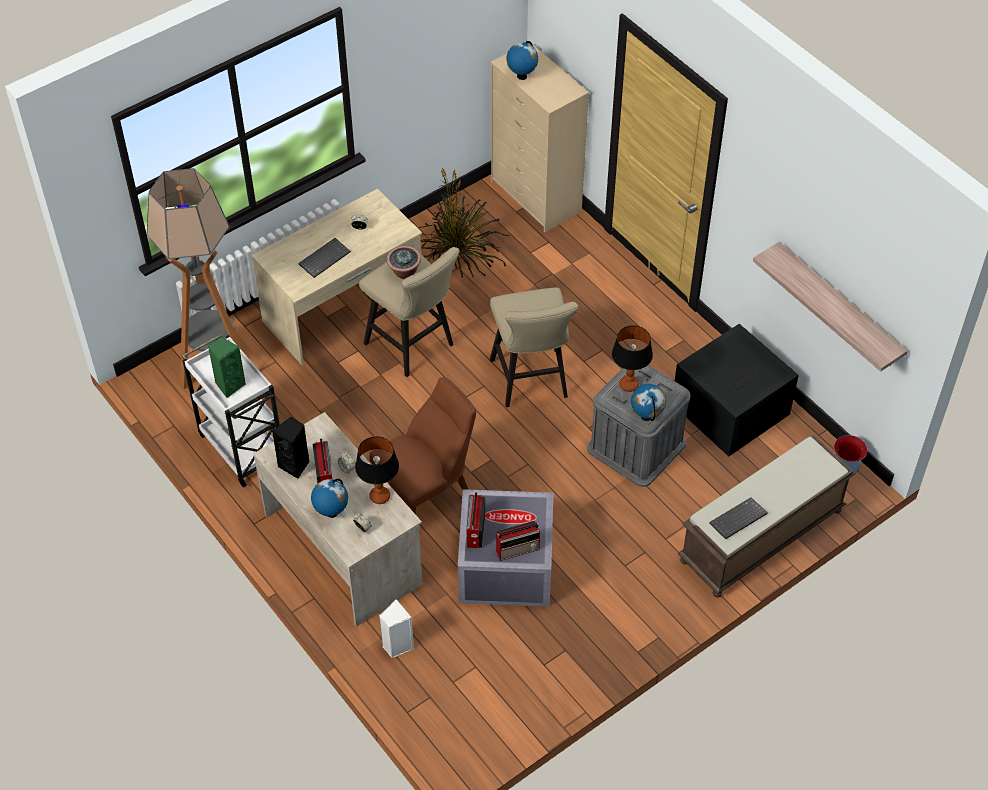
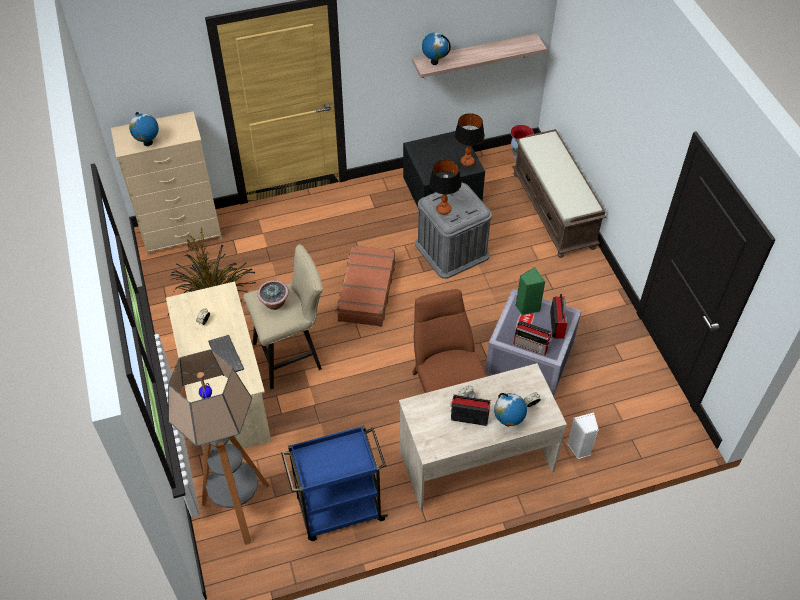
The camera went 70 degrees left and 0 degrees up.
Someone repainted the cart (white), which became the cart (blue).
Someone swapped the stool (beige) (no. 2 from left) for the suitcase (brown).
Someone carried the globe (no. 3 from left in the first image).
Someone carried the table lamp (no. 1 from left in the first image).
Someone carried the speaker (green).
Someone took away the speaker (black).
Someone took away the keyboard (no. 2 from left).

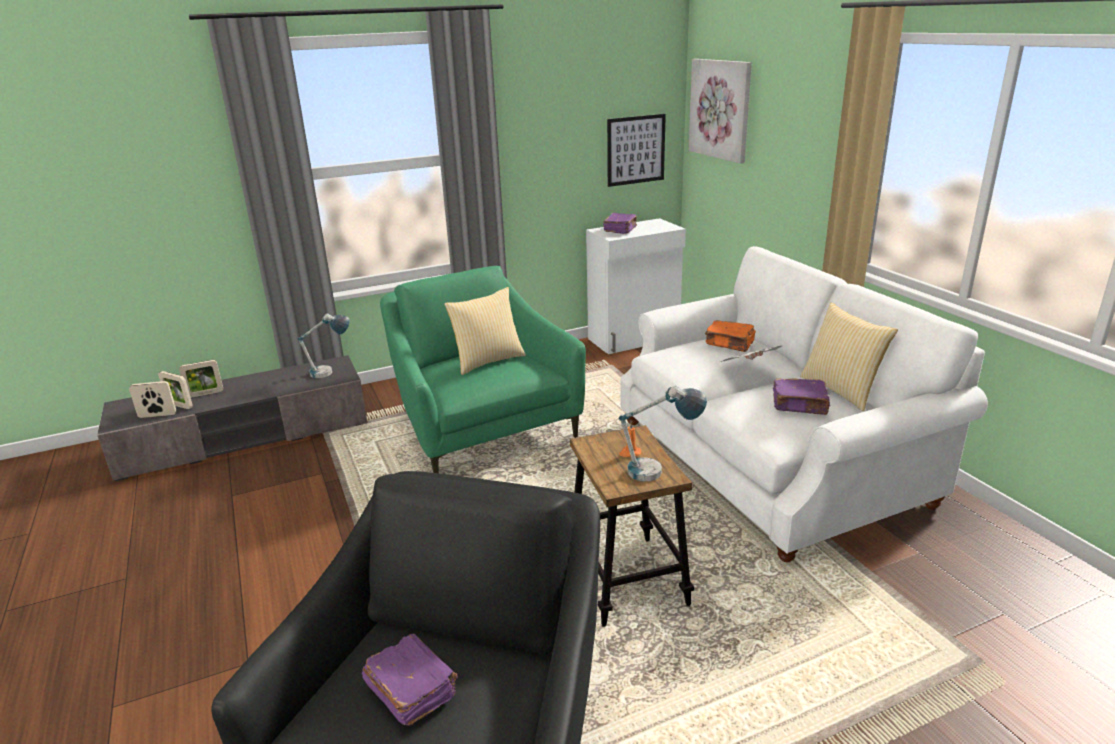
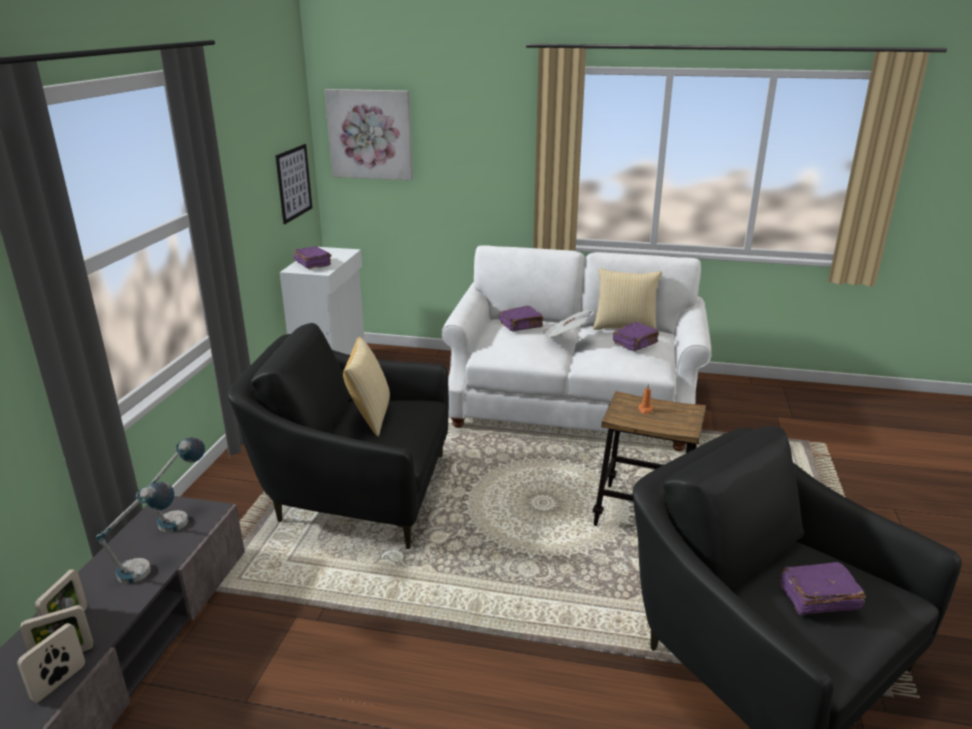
The camera went 55 degrees left and 0 degrees up.
Someone carried the table lamp (no. 2 from left in the first image).
Someone repainted the armchair (green), which became the armchair (black) (no. 1 from left).
Someone repainted the book (orange), which became the book (purple) (no. 2 from left).

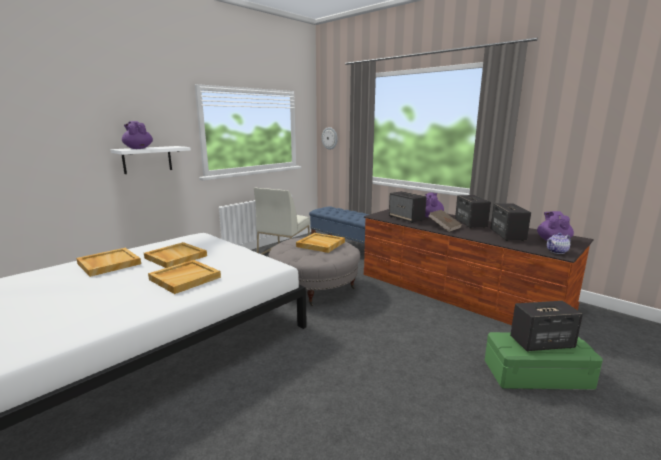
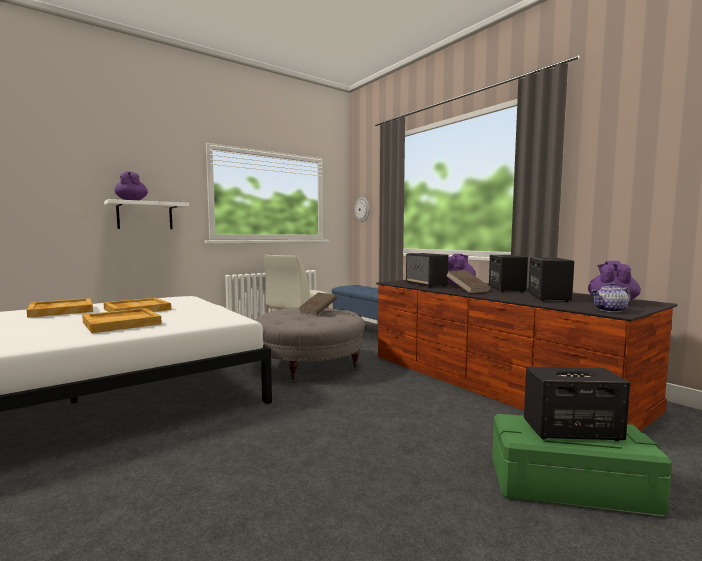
The camera went 10 degrees right and 10 degrees down.
Someone swapped the tray (beige) (no. 4 from left) for the book (brown) (no. 1 from left).

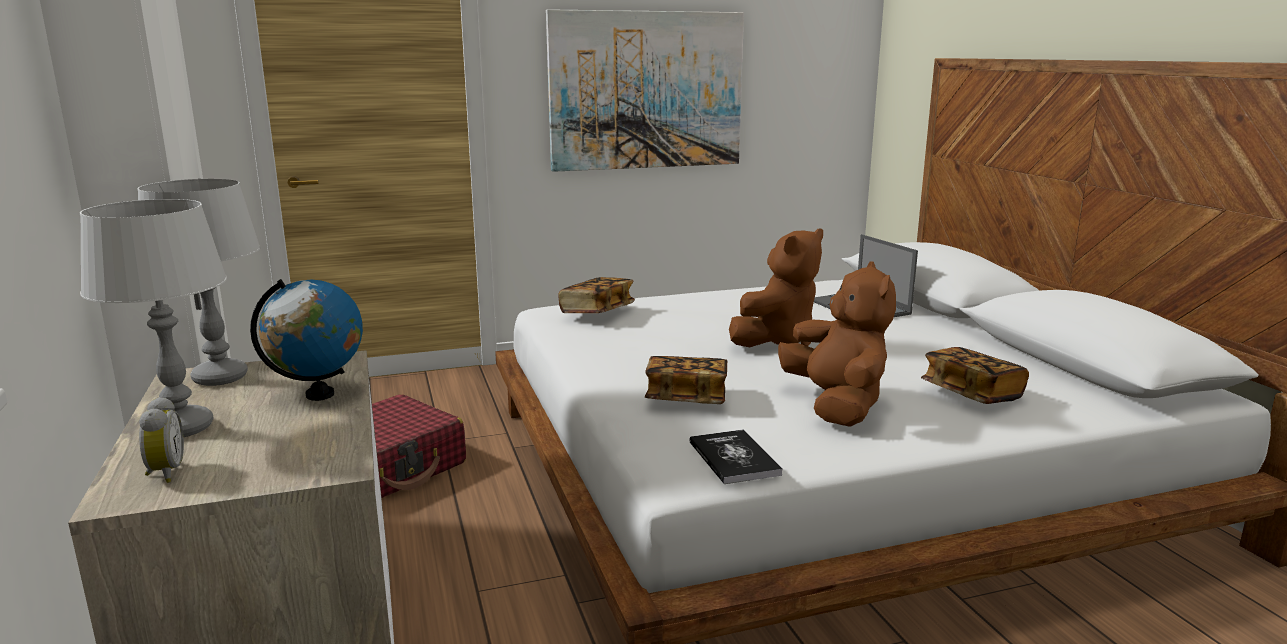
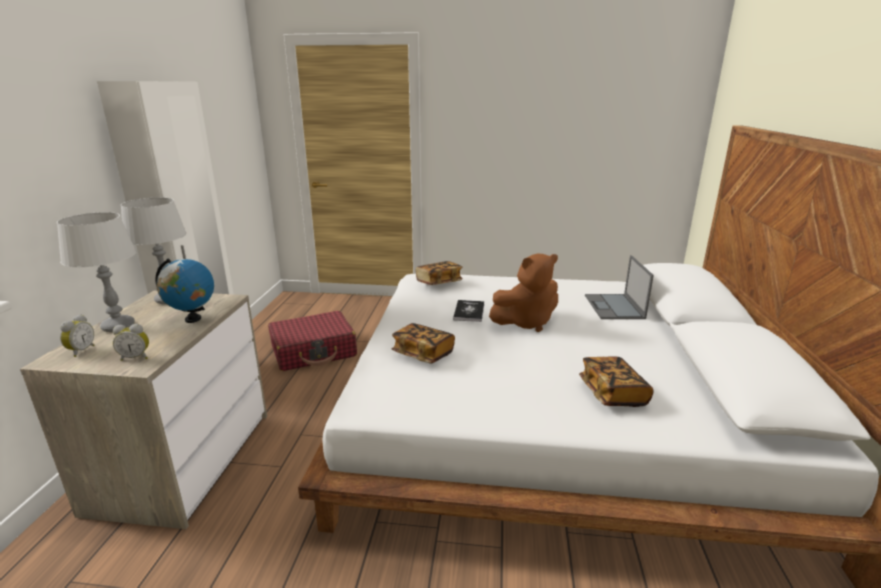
The camera went 25 degrees right and 5 degrees up.
Someone put down the alarm clock (no. 2 from left).
Someone carried the book (no. 3 from left).
Someone took away the picture.
Someone took away the plush toy (brown) (no. 2 from left).

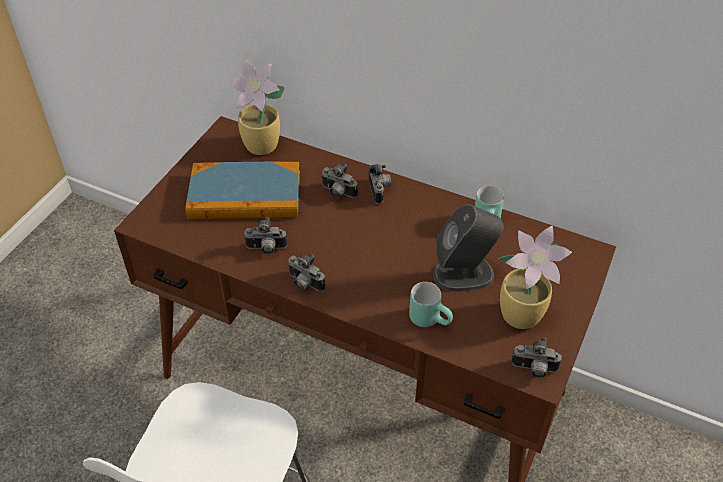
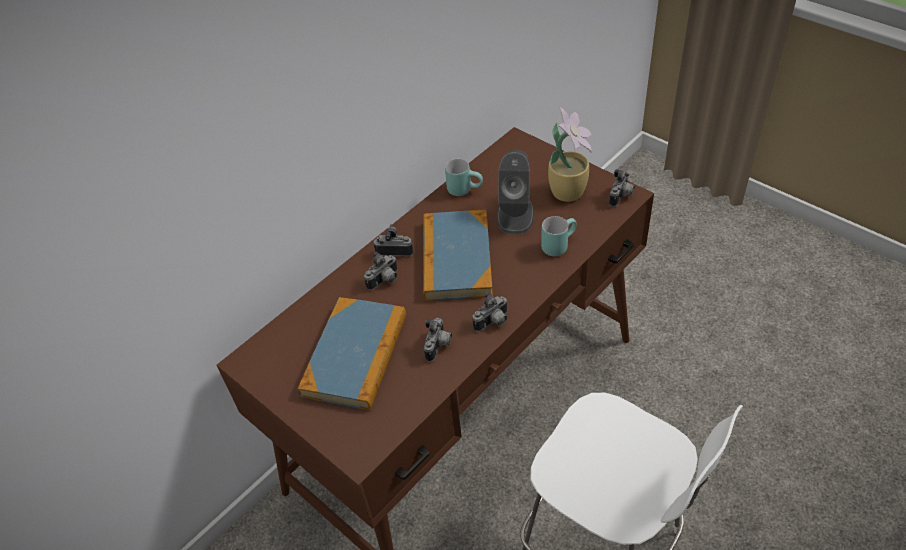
The camera went 70 degrees left and 0 degrees up.
Someone put down the book (no. 2 from left).
Someone took away the potted plant (no. 1 from left).

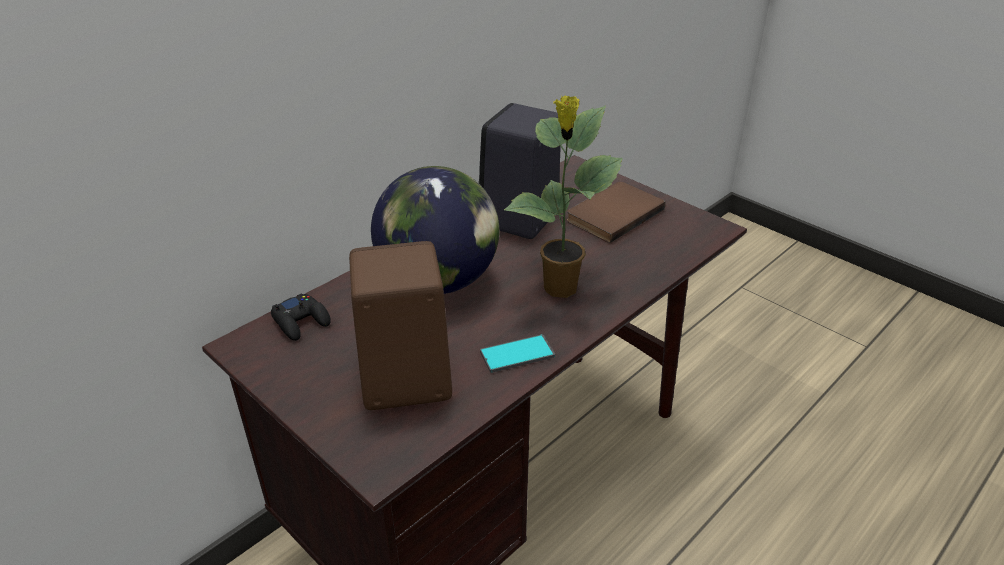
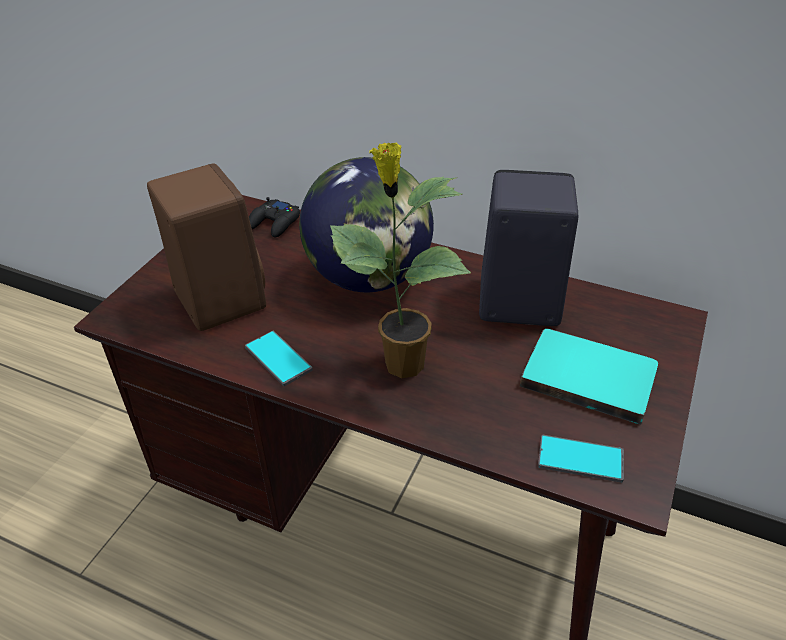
The camera went 70 degrees right and 5 degrees up.
Someone repainted the book (brown), which became the book (turquoise).
Someone put down the phone (no. 2 from left).

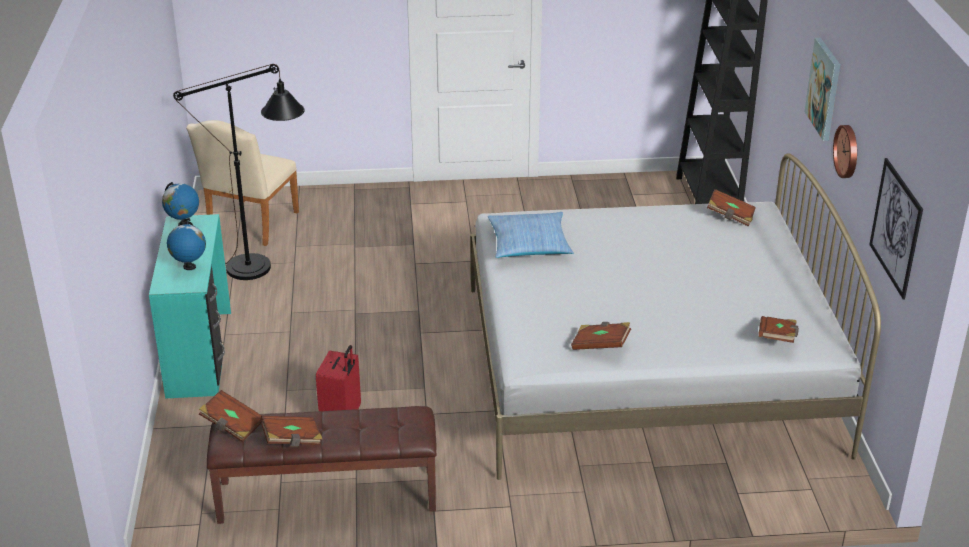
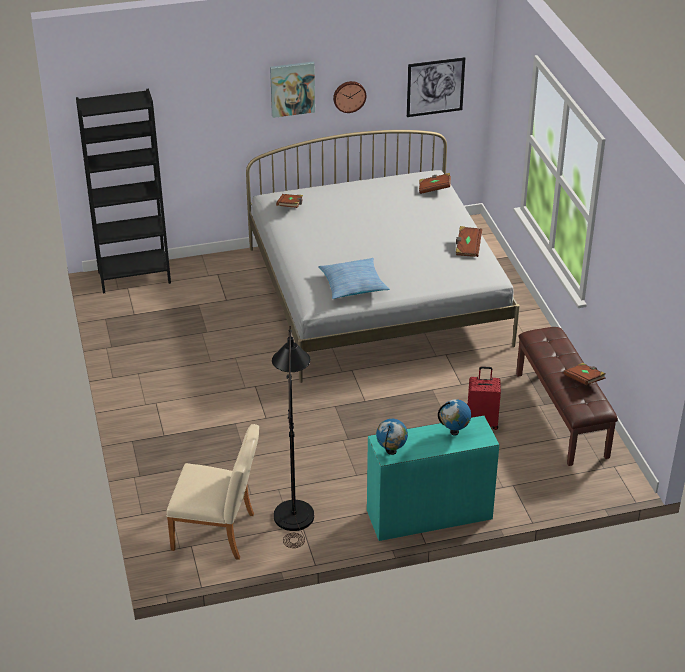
The camera went 100 degrees left and 5 degrees up.
Someone took away the book (brown) (no. 1 from left).

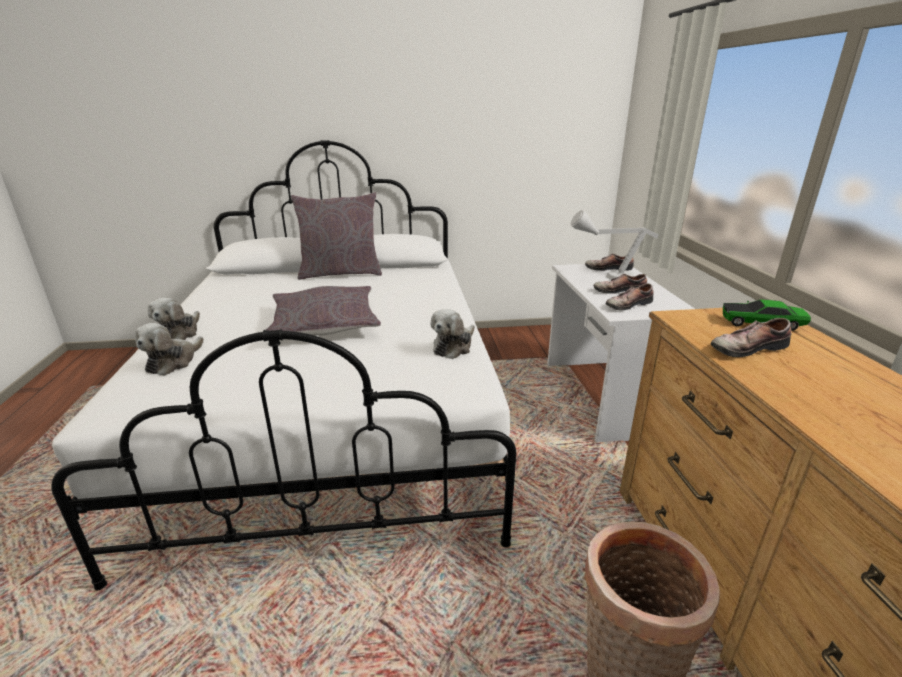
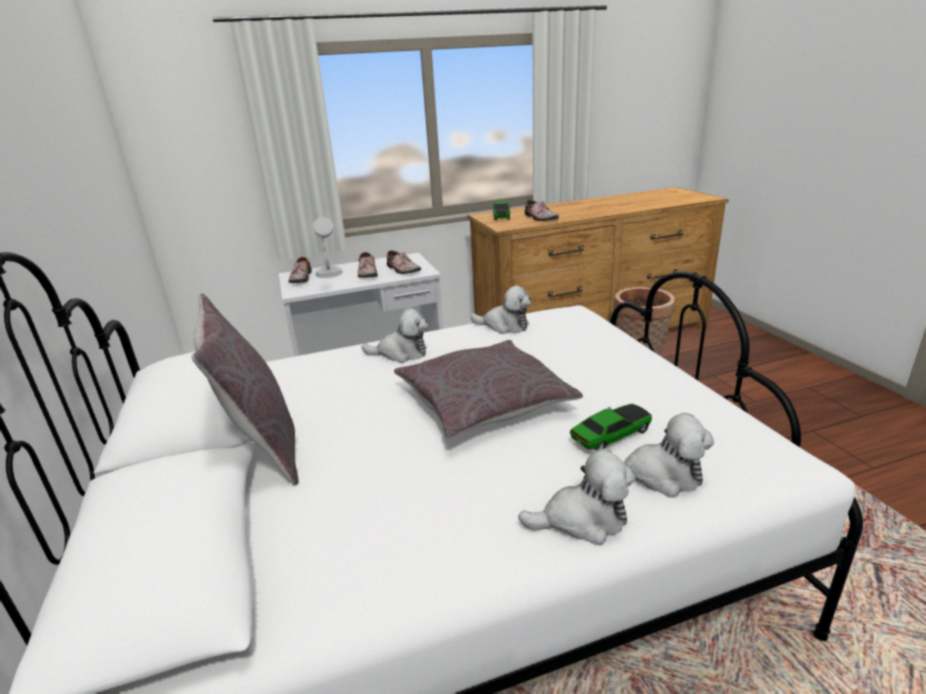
The camera went 100 degrees left and 0 degrees up.
Someone put down the plush toy (no. 1 from left).
Someone put down the toy car (no. 2 from left).

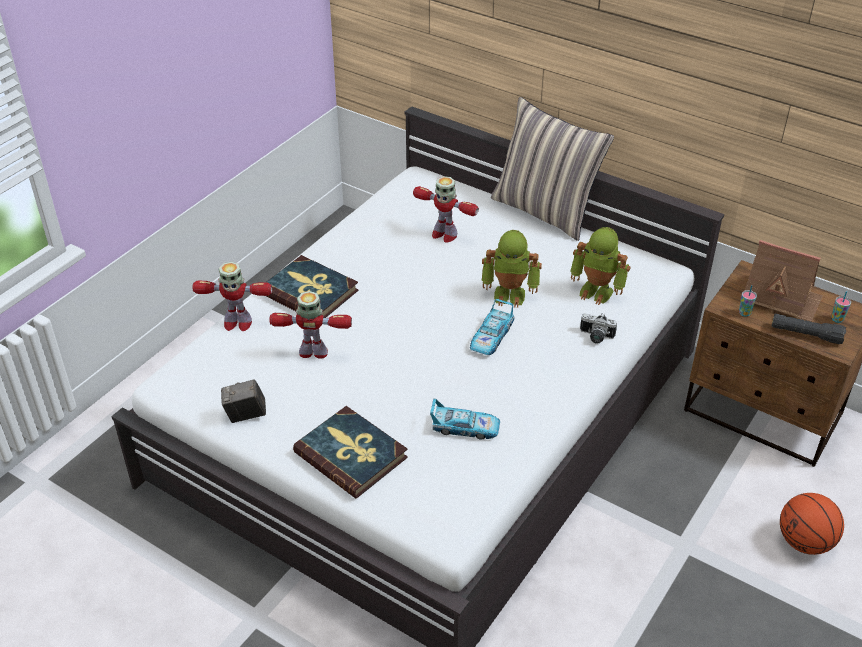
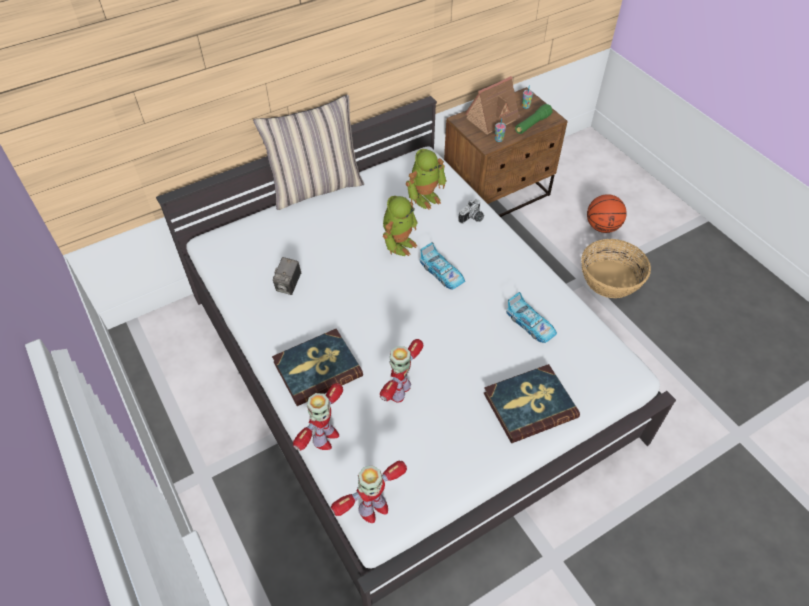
The camera went 65 degrees left and 10 degrees up.
Someone carried the photo camera (no. 1 from left).
Someone carried the toy robot (no. 3 from left in the first image).
Someone rotated the toy car (no. 1 from left in the first image) by 105 degrees clockwise.
Someone repainted the flashlight (black), which became the flashlight (green).
Someone put down the basket.

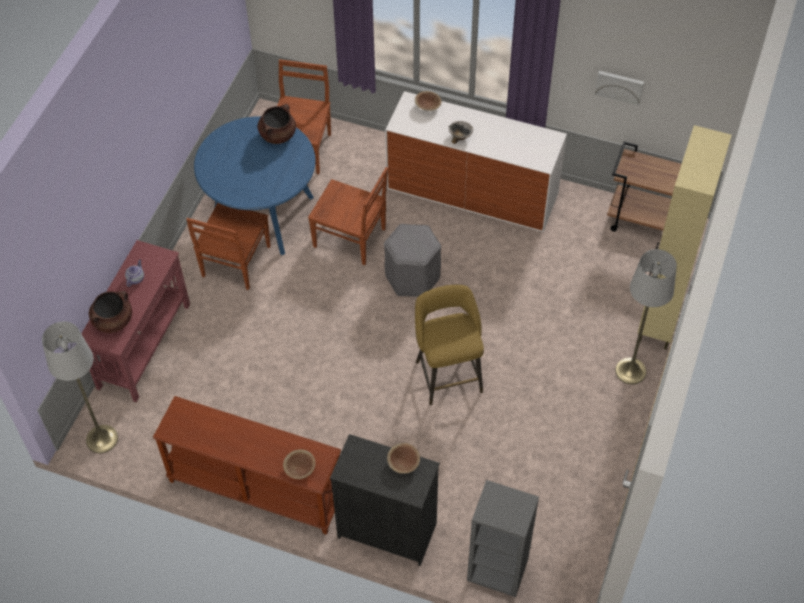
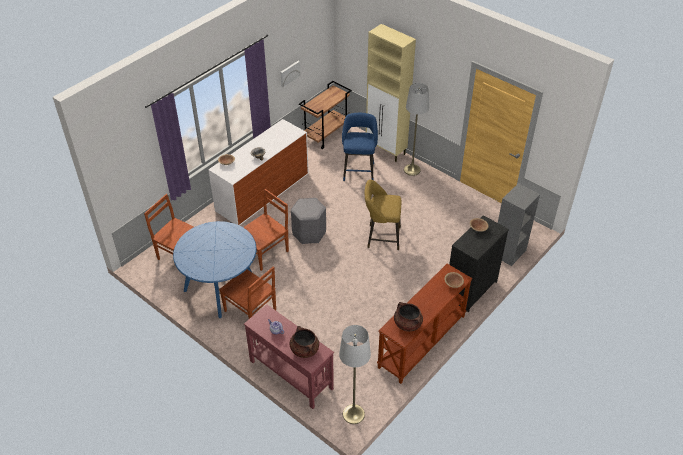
The camera went 70 degrees left and 10 degrees down.
Someone put down the stool (blue).
Someone carried the cooking pot (brown) (no. 2 from left).

